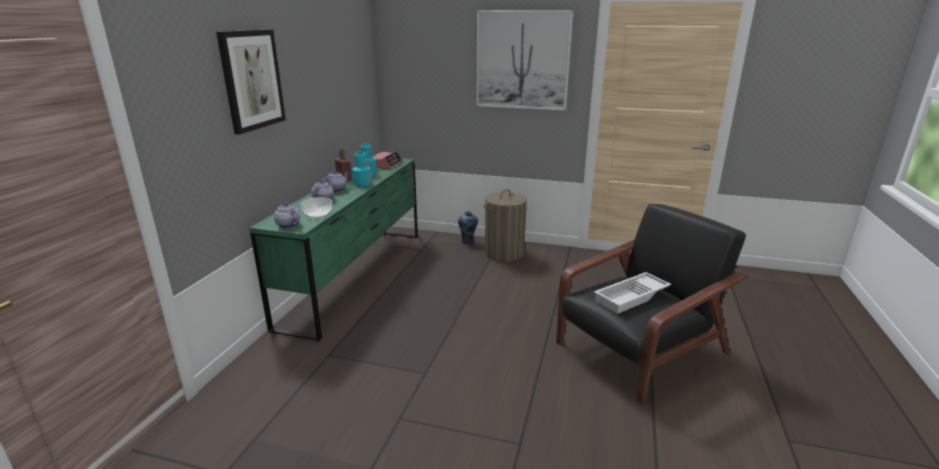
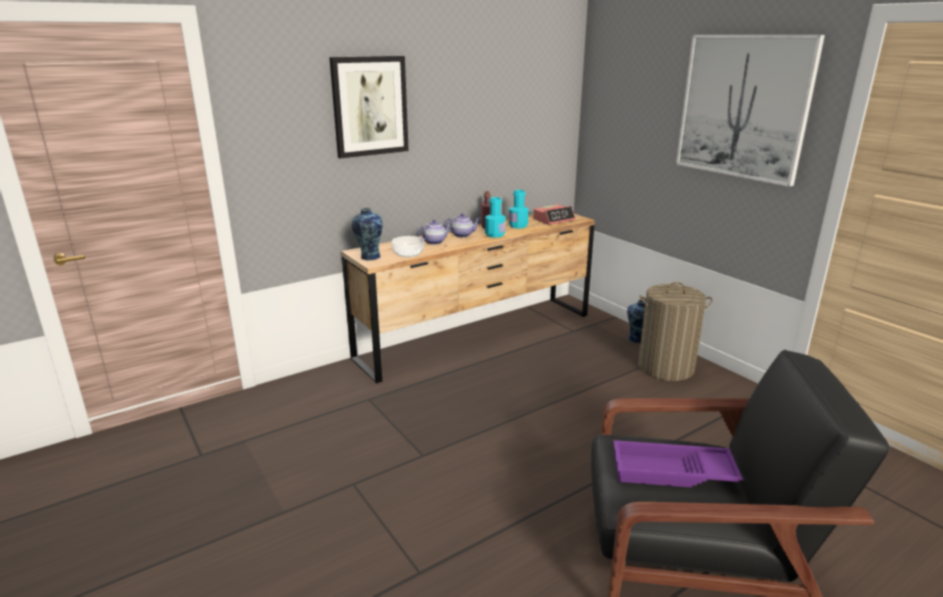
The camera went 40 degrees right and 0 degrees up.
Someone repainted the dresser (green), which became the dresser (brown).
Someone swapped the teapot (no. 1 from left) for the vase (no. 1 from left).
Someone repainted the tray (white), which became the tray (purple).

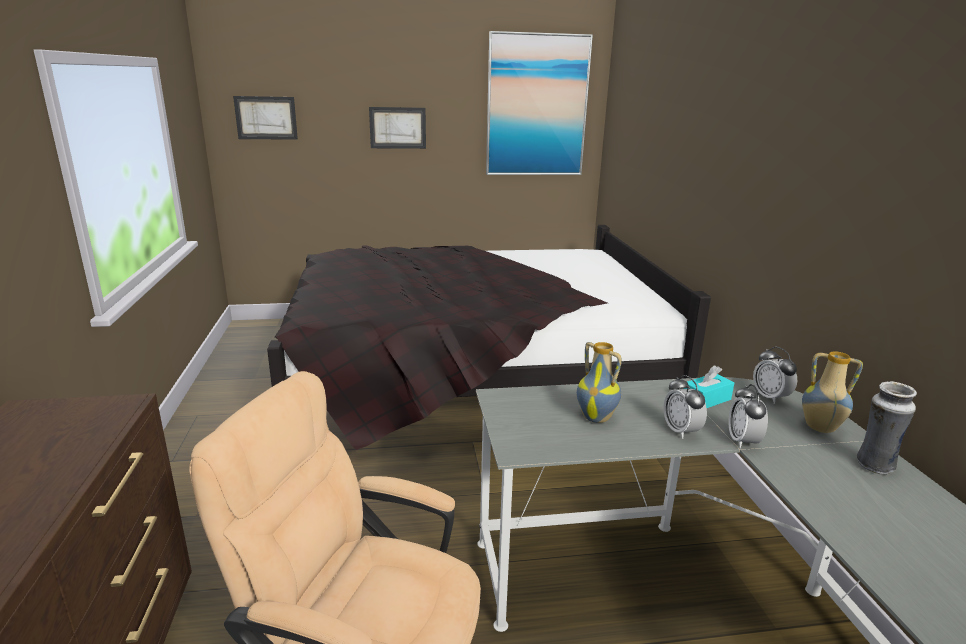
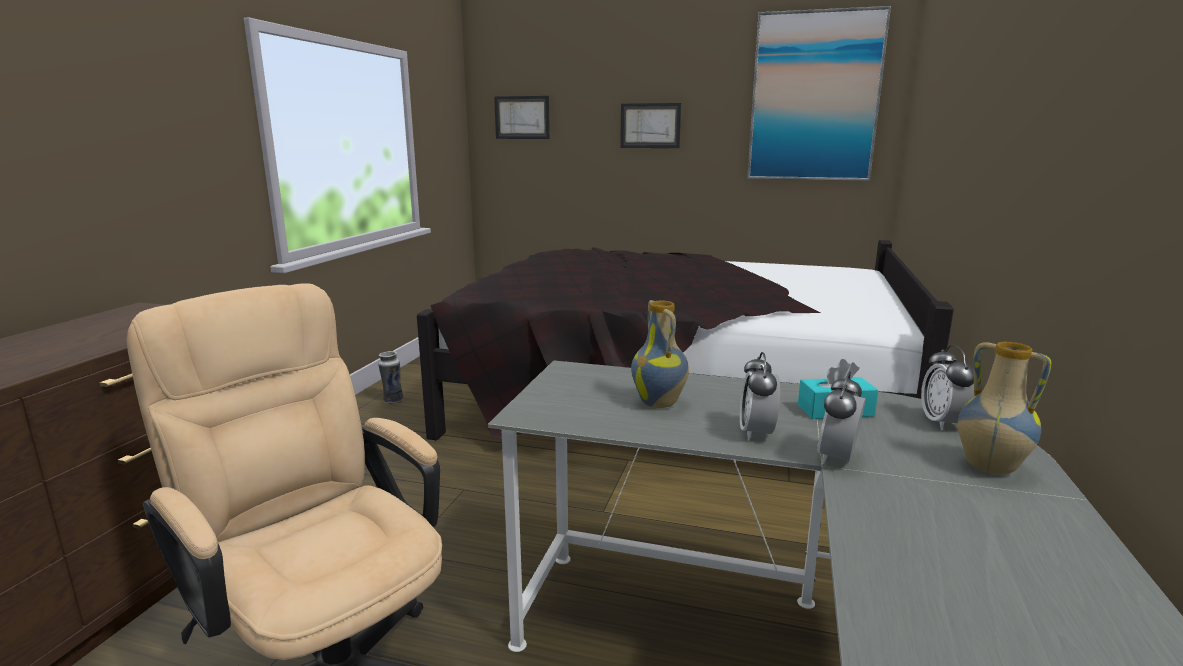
The camera went 25 degrees right and 5 degrees down.
Someone carried the vase (no. 3 from left in the first image).

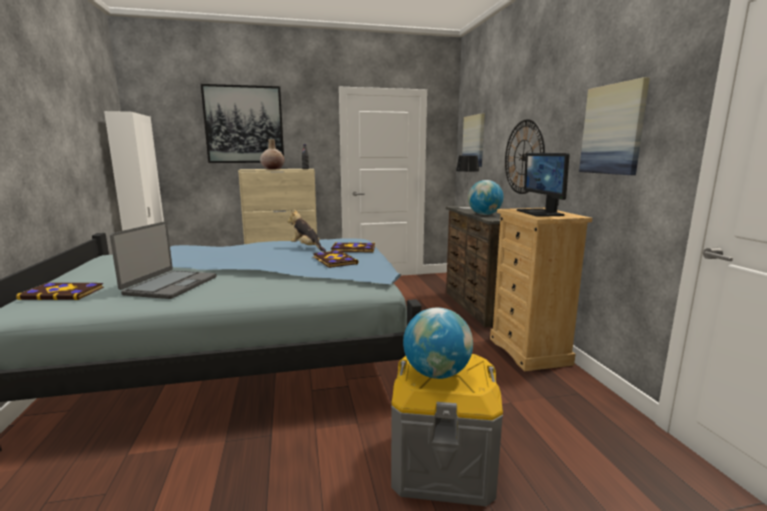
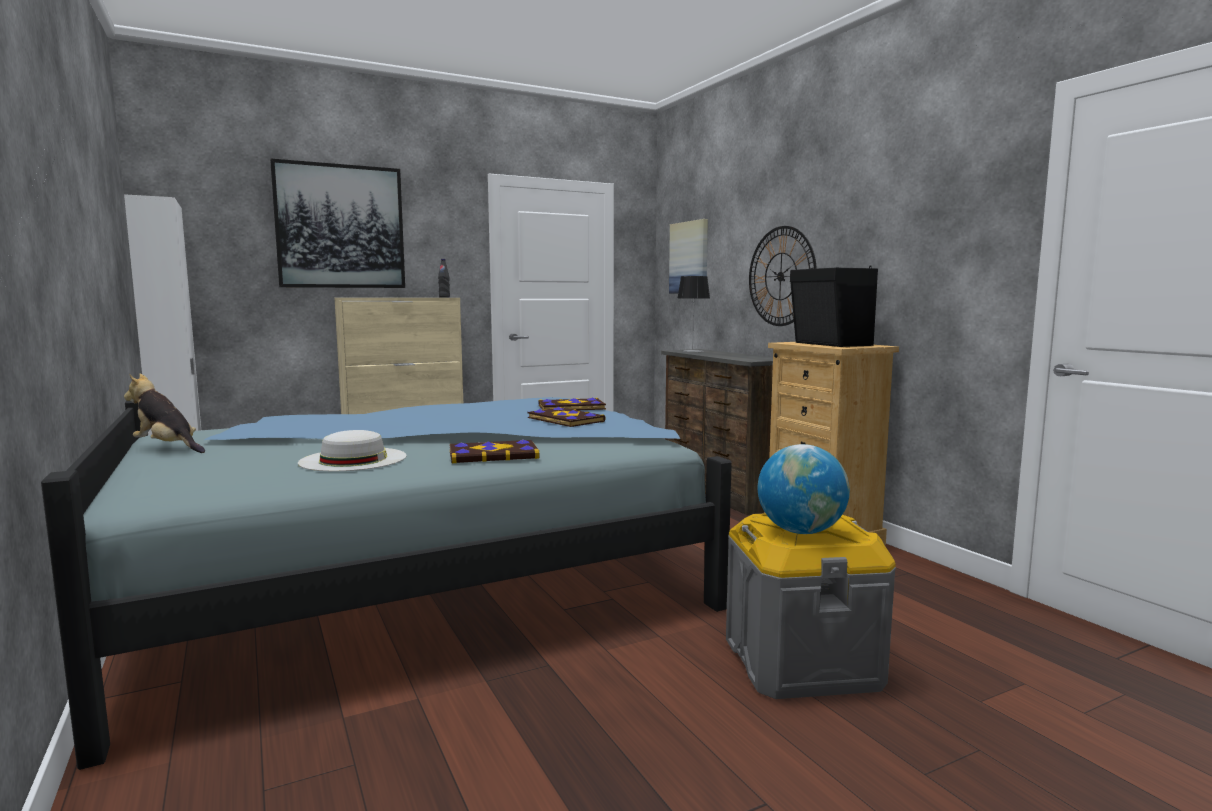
The camera went 15 degrees left and 5 degrees down.
Someone carried the plush toy.
Someone swapped the laptop for the hat (white).
Someone carried the book (no. 1 from left).
Someone swapped the monitor for the speaker (black).
Someone took away the vase (beige).
Someone took away the globe (no. 2 from left).
Someone took away the picture (no. 3 from left).

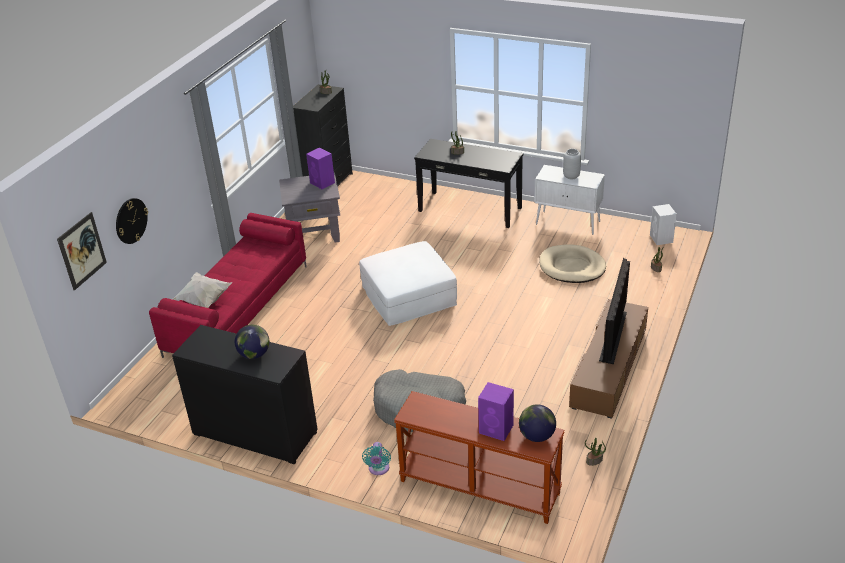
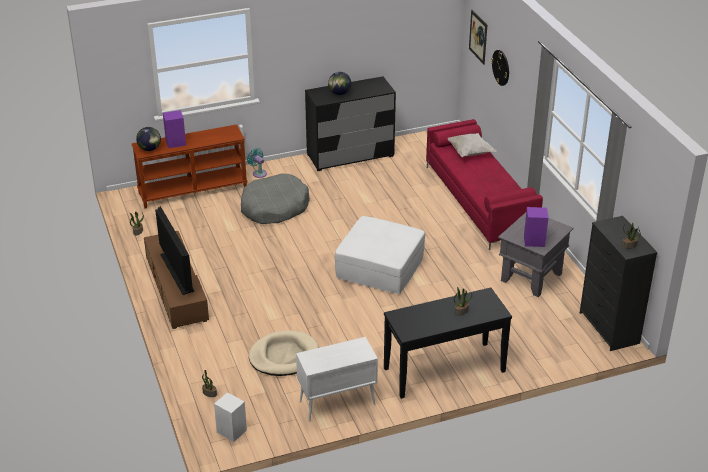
The camera went 135 degrees right and 0 degrees up.
Someone took away the vase (grey).

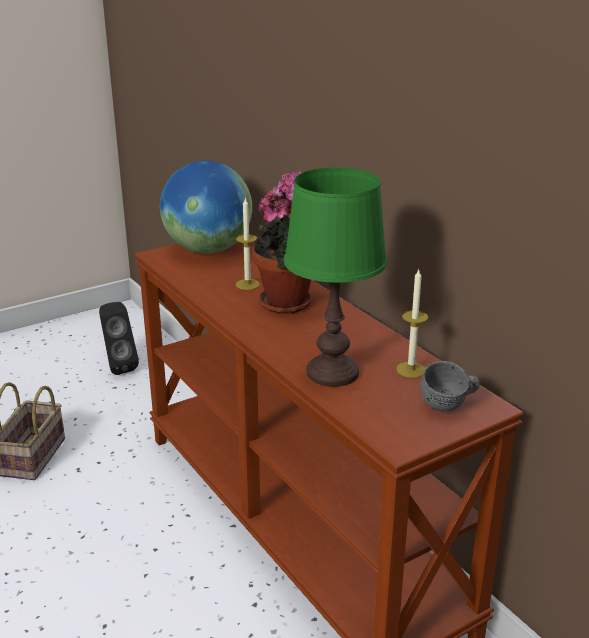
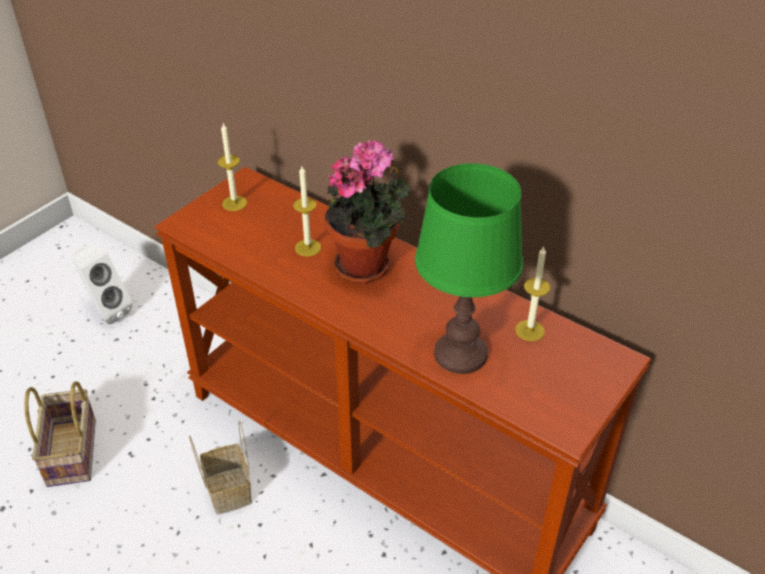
The camera went 20 degrees left and 15 degrees up.
Someone repainted the speaker (black), which became the speaker (white).
Someone put down the basket (no. 2 from left).
Someone swapped the globe for the candle (no. 1 from left).
Someone took away the mug (grey).

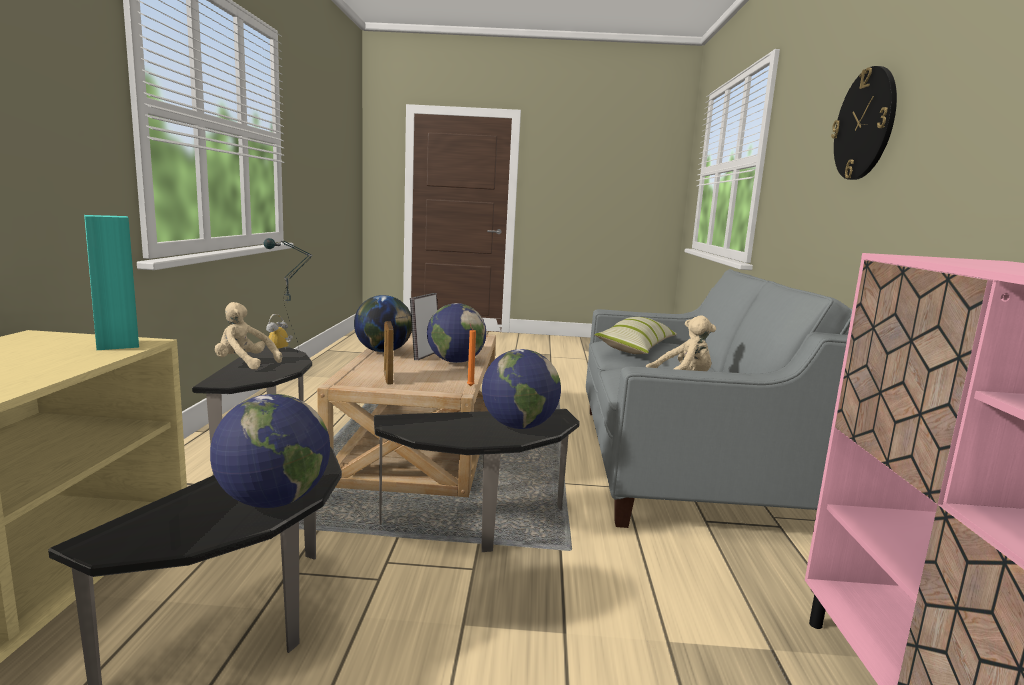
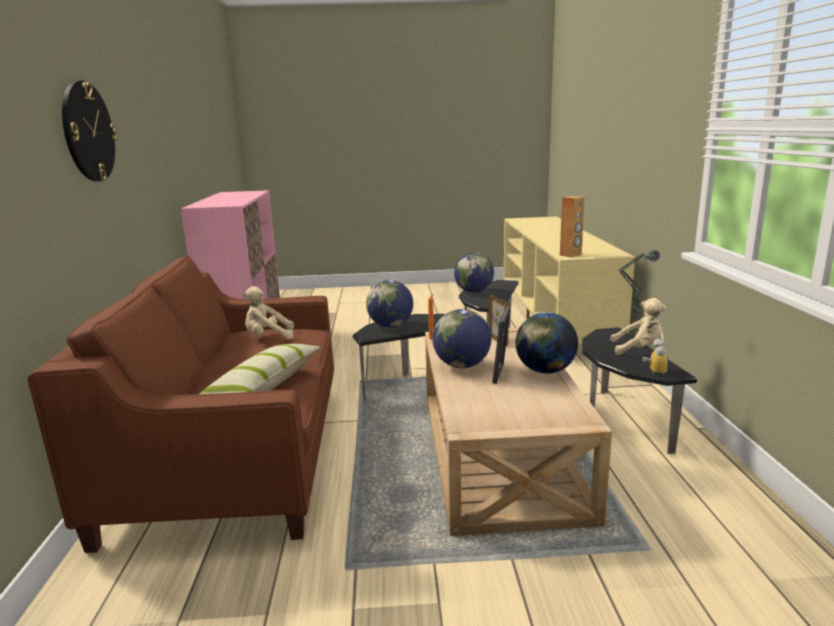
The camera went 175 degrees right and 5 degrees up.
Someone repainted the sofa (grey), which became the sofa (brown).
Someone repainted the speaker (turquoise), which became the speaker (brown).

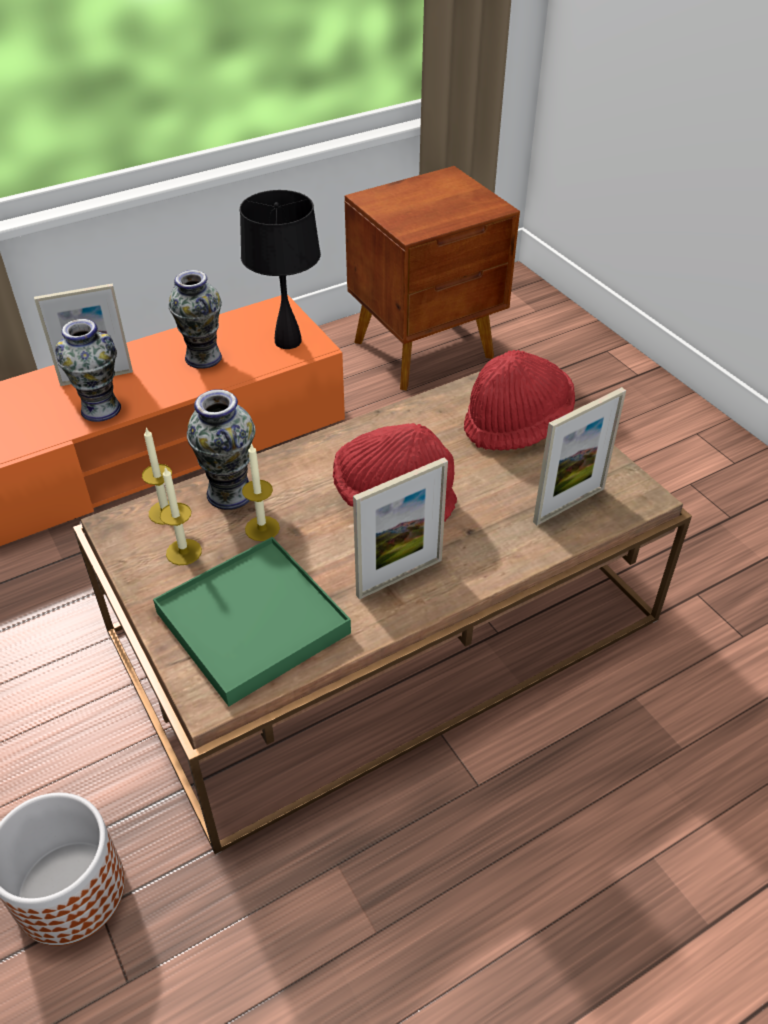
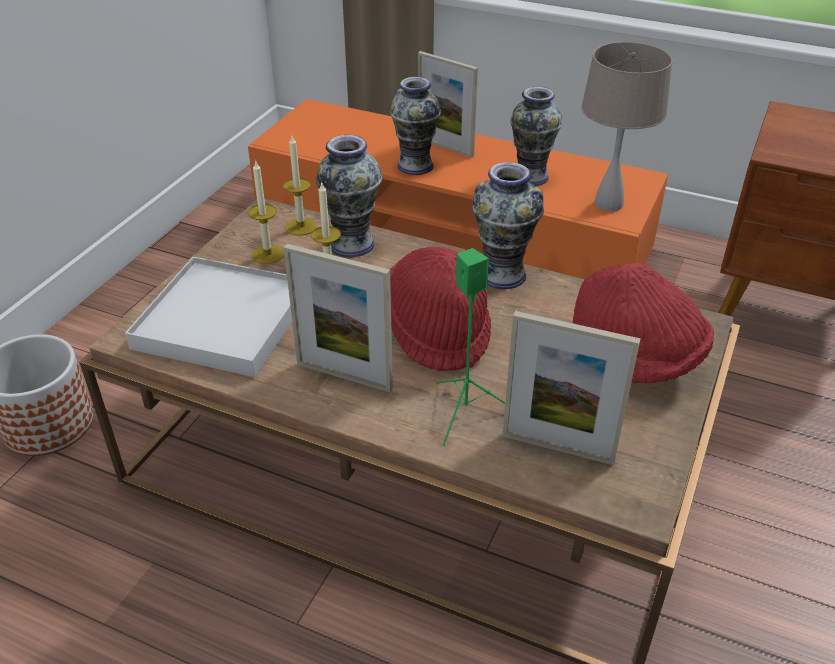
The camera went 55 degrees right and 5 degrees down.
Someone repainted the tray (green), which became the tray (white).
Someone put down the speaker (green).
Someone put down the vase (no. 3 from left).
Someone repainted the table lamp (black), which became the table lamp (beige).

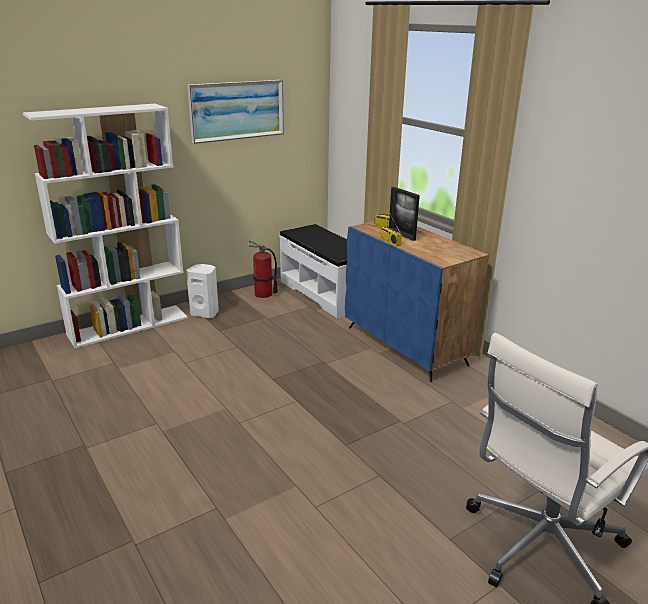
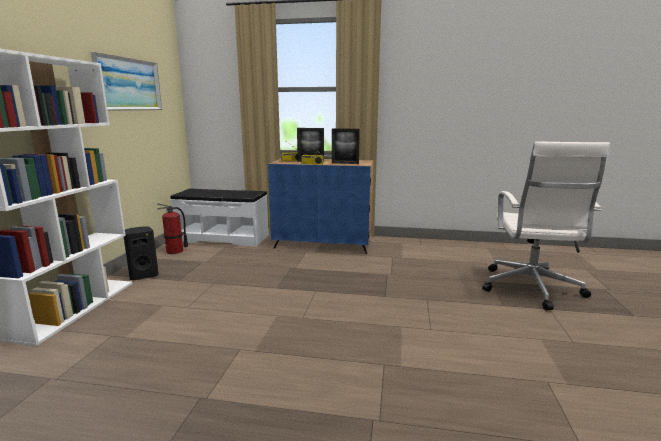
The camera went 45 degrees left and 10 degrees down.
Someone repainted the speaker (white), which became the speaker (black).
Someone put down the picture frame (no. 2 from left).

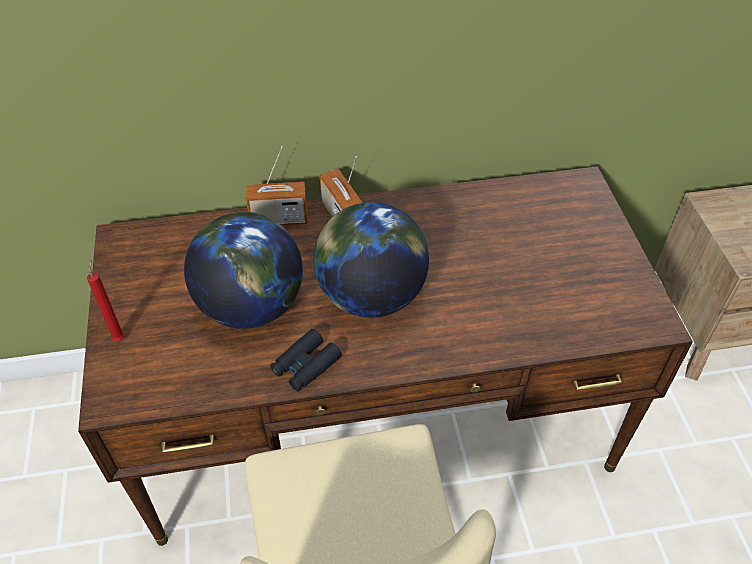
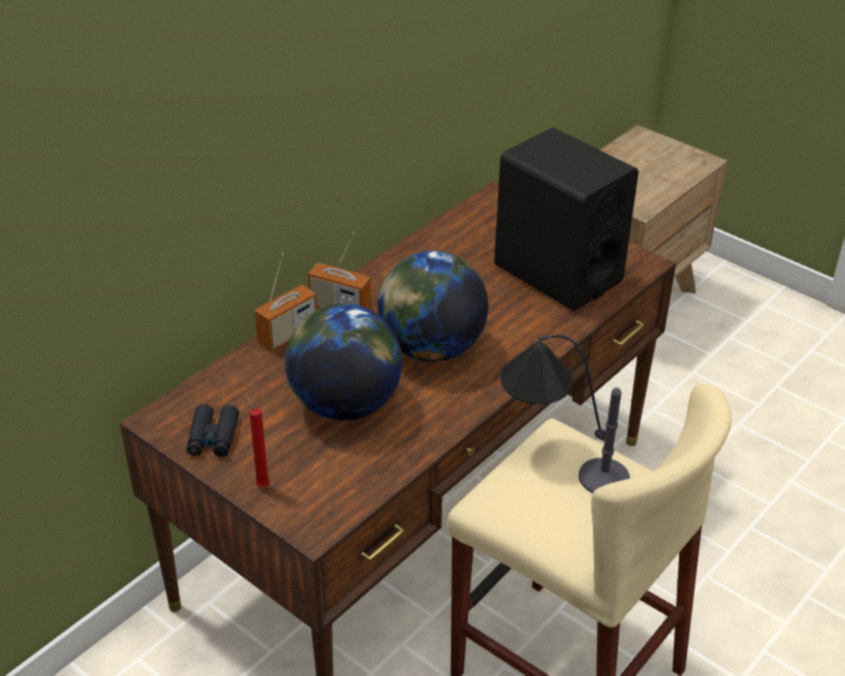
The camera went 40 degrees left and 10 degrees down.
Someone carried the binoculars (black).
Someone put down the speaker (black).
Someone put down the table lamp.

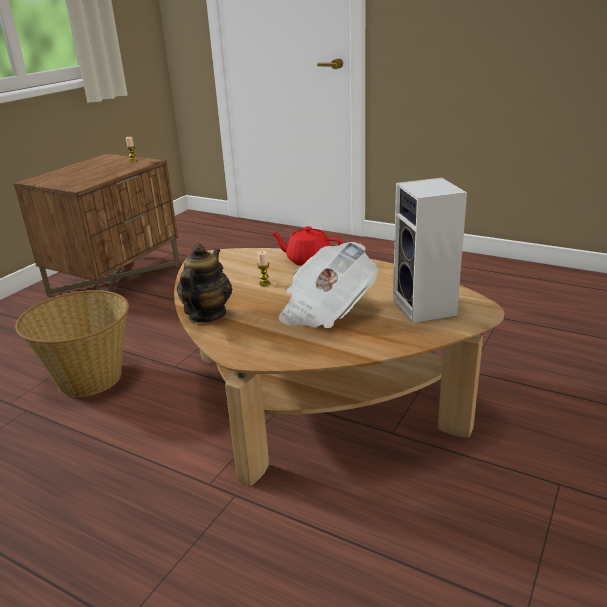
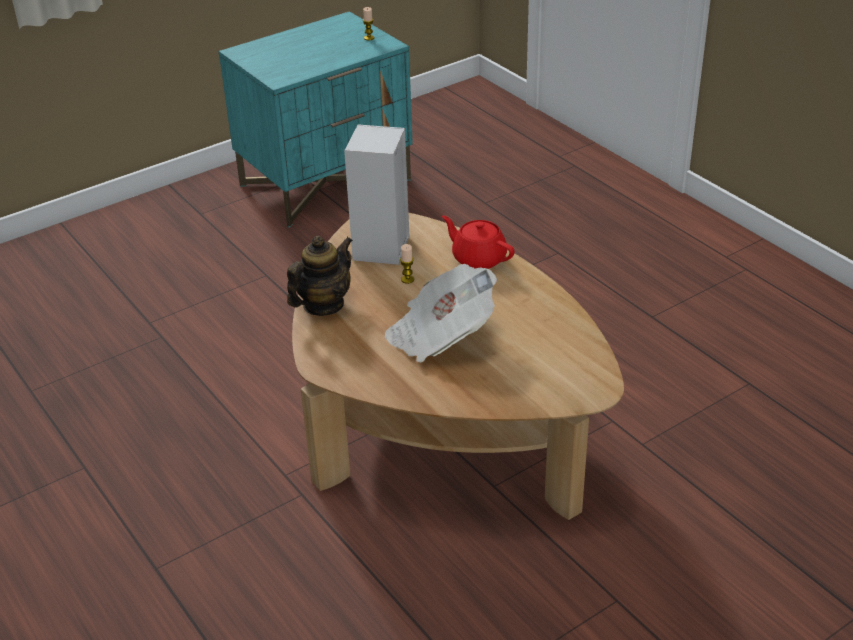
The camera went 25 degrees right and 10 degrees up.
Someone repainted the nightstand (brown), which became the nightstand (turquoise).
Someone carried the speaker.
Someone took away the basket.

